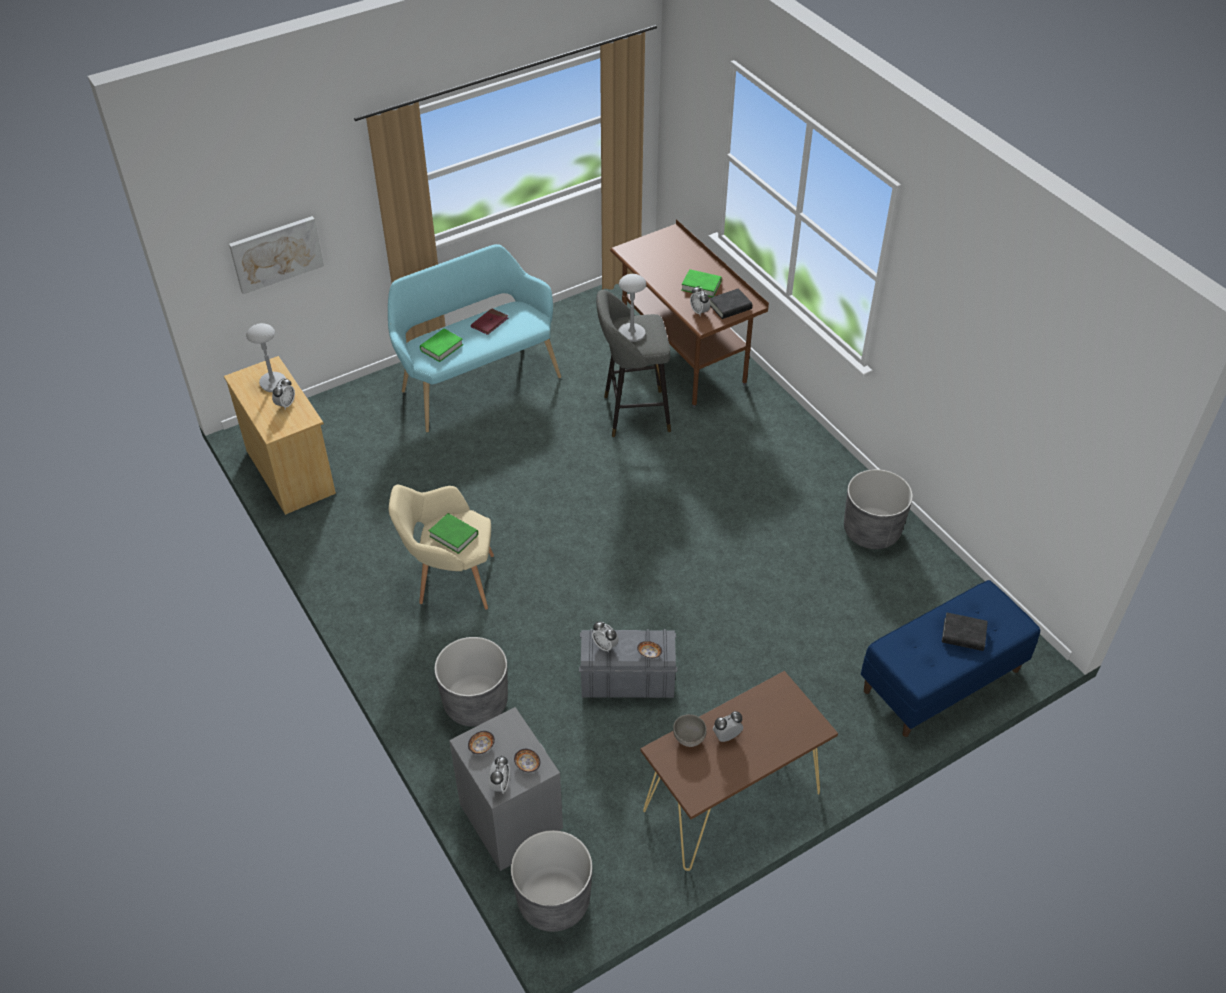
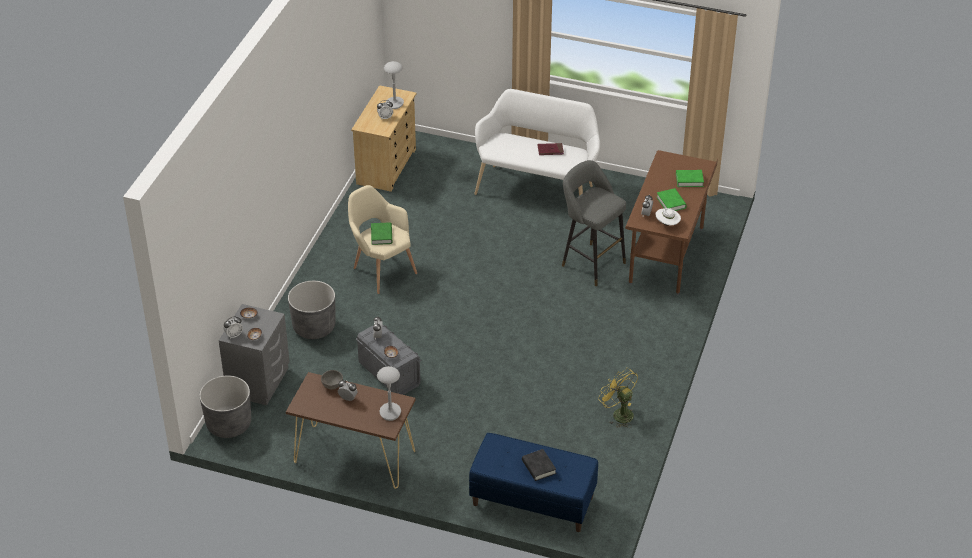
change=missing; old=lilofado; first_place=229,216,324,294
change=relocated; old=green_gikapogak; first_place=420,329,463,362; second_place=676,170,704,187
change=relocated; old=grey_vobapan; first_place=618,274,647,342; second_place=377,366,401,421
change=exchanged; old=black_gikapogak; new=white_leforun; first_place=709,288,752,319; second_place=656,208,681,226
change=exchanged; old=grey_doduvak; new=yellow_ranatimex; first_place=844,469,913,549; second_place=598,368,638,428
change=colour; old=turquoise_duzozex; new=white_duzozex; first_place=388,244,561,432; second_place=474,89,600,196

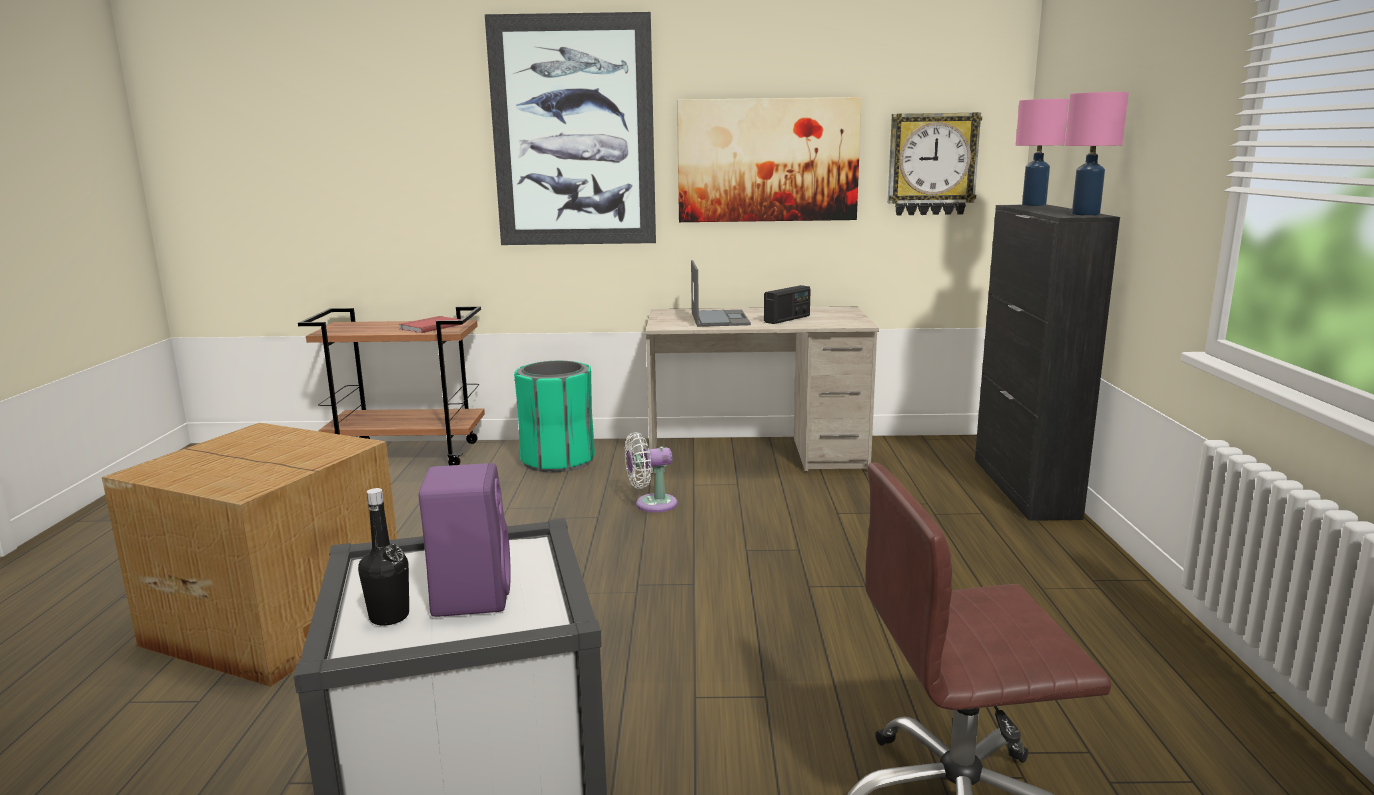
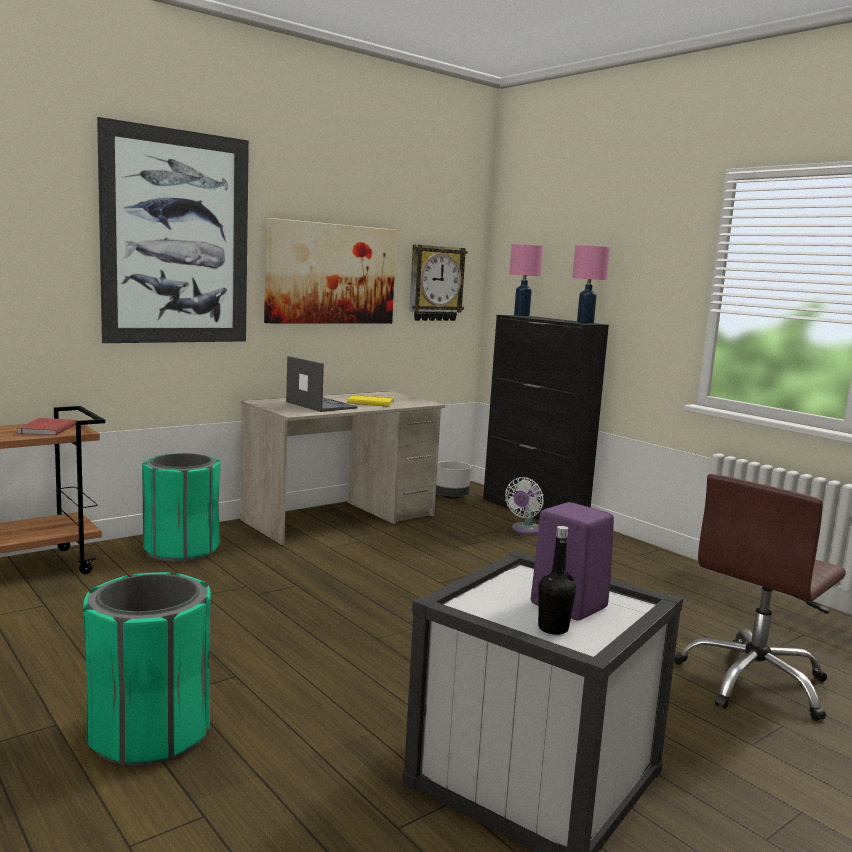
change=appeared; new=grey_doduvak; second_place=436,461,471,499
change=relocated; old=white_ranatimex; first_place=625,432,677,512; second_place=505,477,544,534
change=exchanged; old=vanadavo; new=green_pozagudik; first_place=102,423,397,687; second_place=83,572,211,766
change=exchanged; old=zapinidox; new=yellow_gikapogak; first_place=764,285,811,324; second_place=347,395,394,407

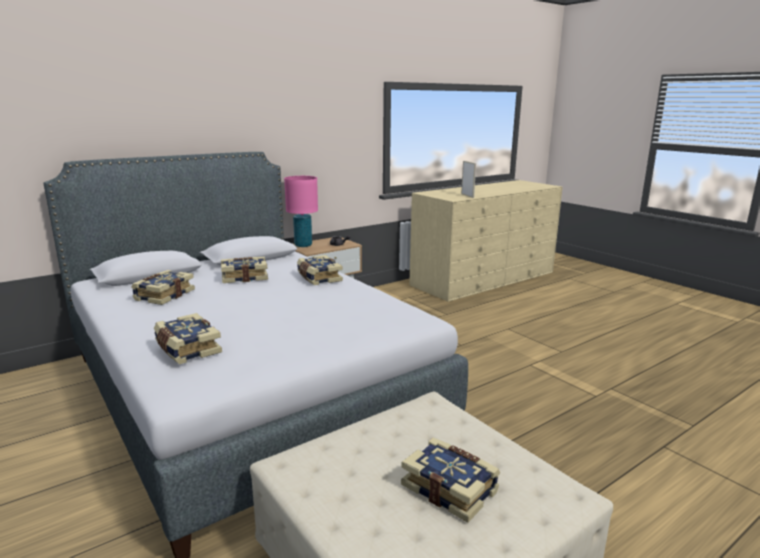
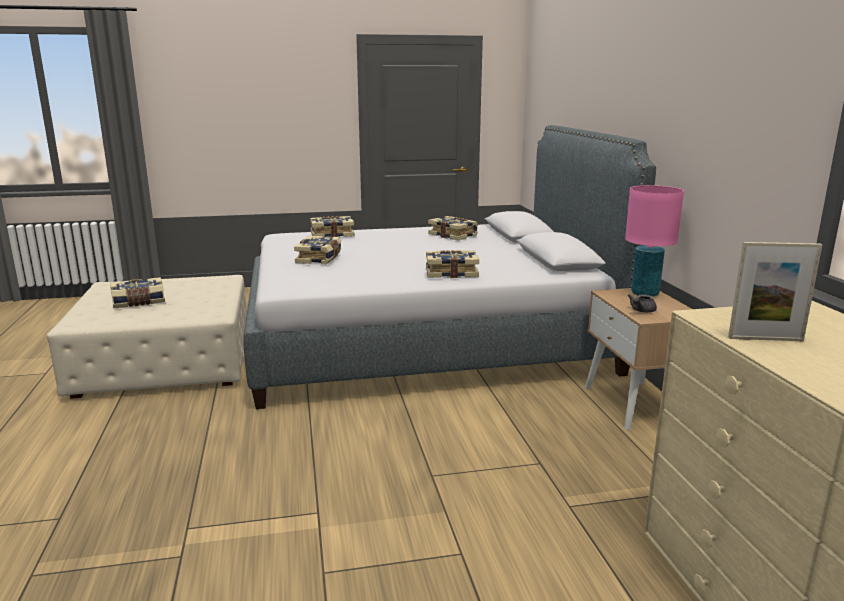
change=relocated; old=gikapogak; first_place=221,257,268,283; second_place=294,236,341,264

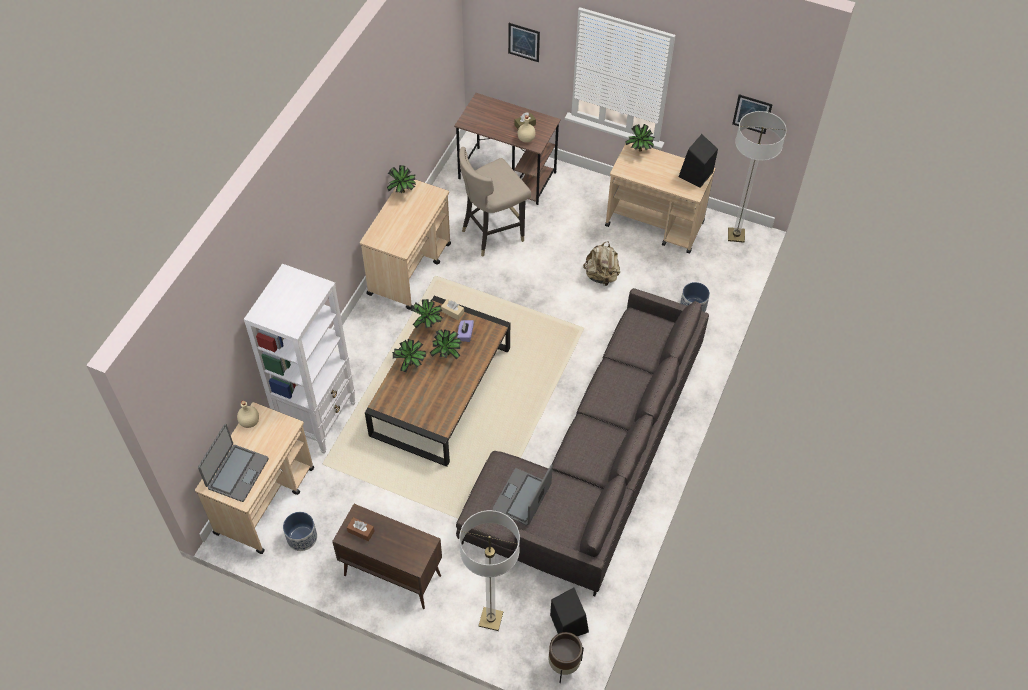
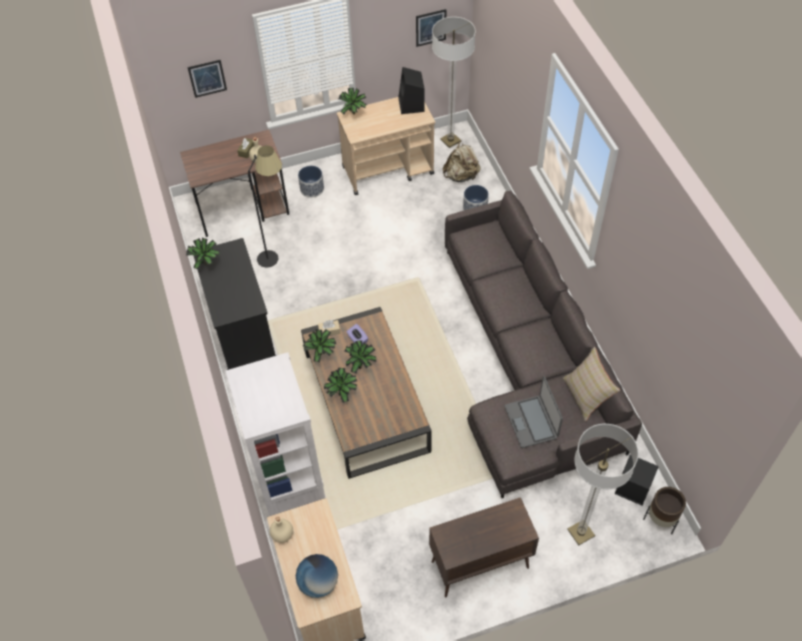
change=missing; old=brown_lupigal; first_place=347,517,374,541
change=appeared; new=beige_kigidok; second_place=563,347,620,422
change=relocated; old=doduvak; first_place=283,512,317,551; second_place=298,166,324,198
change=relocated; old=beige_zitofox; first_place=583,242,620,286; second_place=443,141,481,182
change=exchanged; old=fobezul; new=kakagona; first_place=198,424,269,502; second_place=296,554,338,598
change=exchanged; old=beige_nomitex; new=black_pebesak; first_place=459,147,531,256; second_place=248,145,282,268
change=colour; old=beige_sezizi; new=black_sezizi; first_place=360,179,451,310; second_place=193,238,276,370

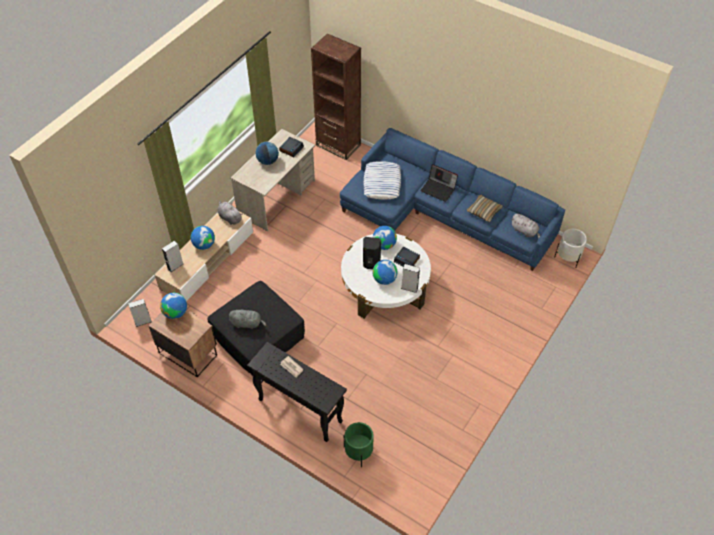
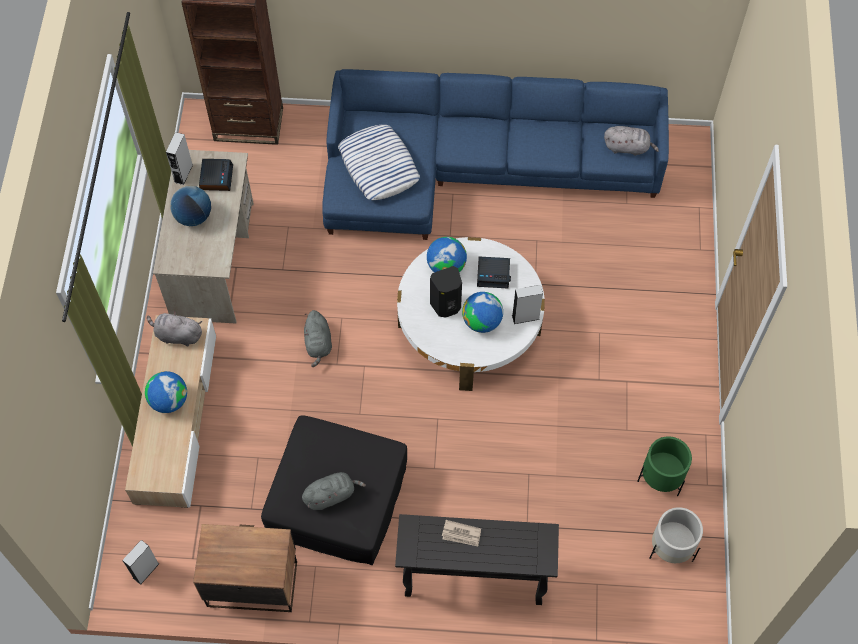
change=missing; old=kakagona; first_place=160,293,187,319
change=missing; old=fobezul; first_place=420,164,458,202
change=missing; old=kigidok; first_place=467,195,503,222
change=appeared; new=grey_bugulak; second_place=304,310,332,367
change=relocated; old=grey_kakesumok; first_place=162,241,183,272; second_place=166,132,193,185
change=relocated; old=green_doduvak; first_place=344,422,374,468; second_place=637,436,692,496
change=relocated; old=white_doduvak; first_place=554,229,587,268; second_place=650,507,703,563

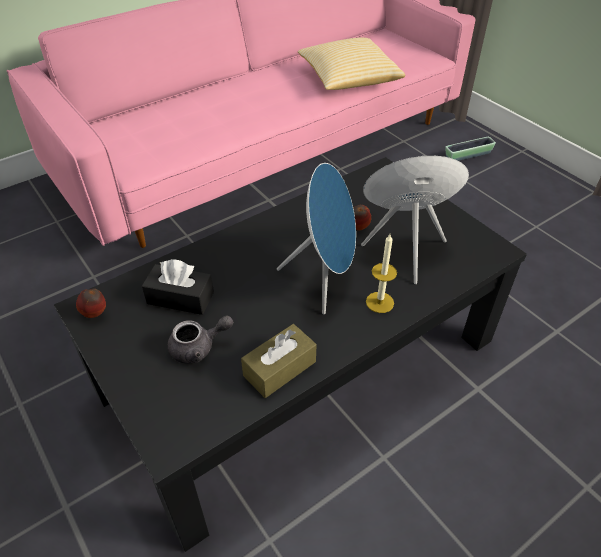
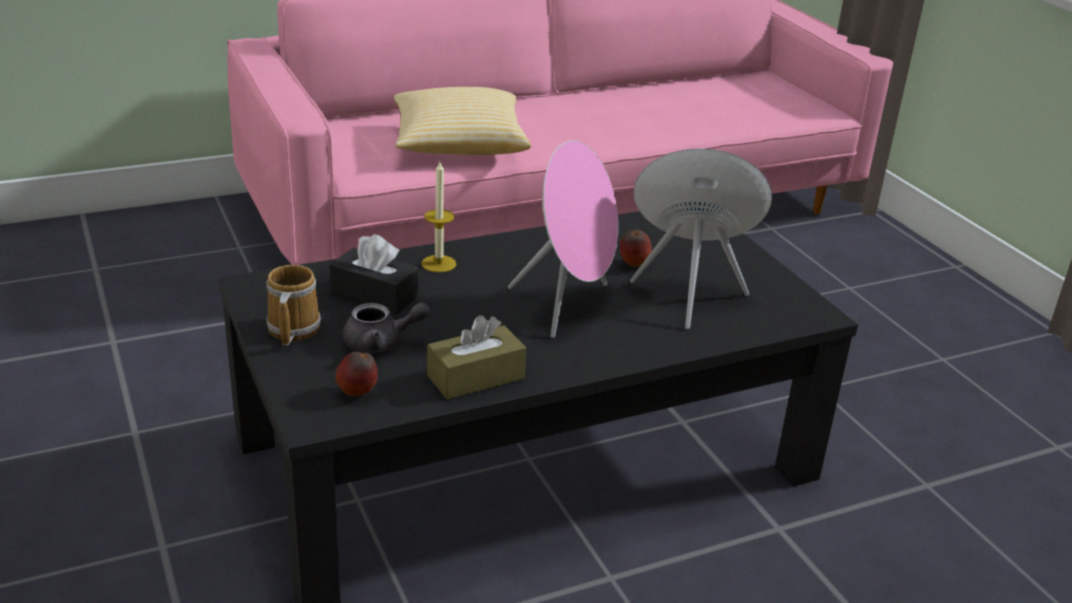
change=missing; old=doduvak; first_place=445,137,496,161
change=appeared; new=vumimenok; second_place=266,265,321,345
change=relocated; old=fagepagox; first_place=76,288,106,318; second_place=336,352,378,396
change=relocated; old=kigidok; first_place=298,38,405,90; second_place=394,87,531,155
change=relocated; old=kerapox; first_place=366,234,397,313; second_place=421,161,456,273
change=colour; old=blue_kakesumok; new=pink_kakesumok; first_place=277,163,356,314; second_place=508,140,618,338

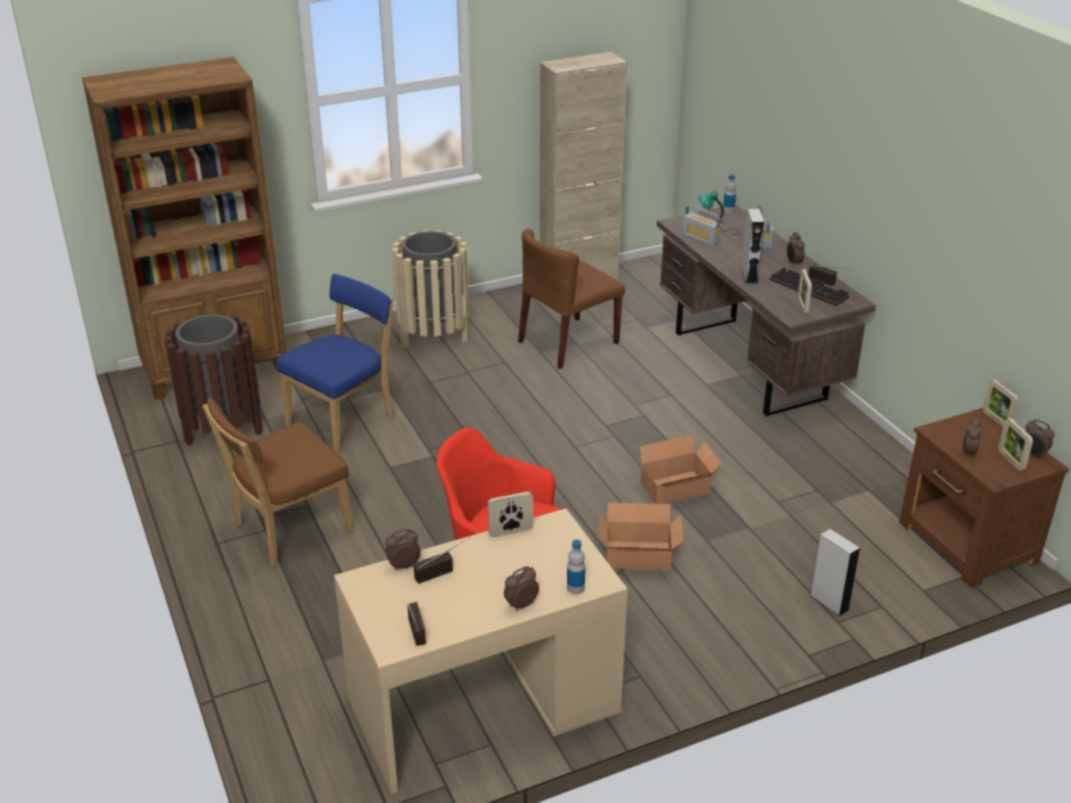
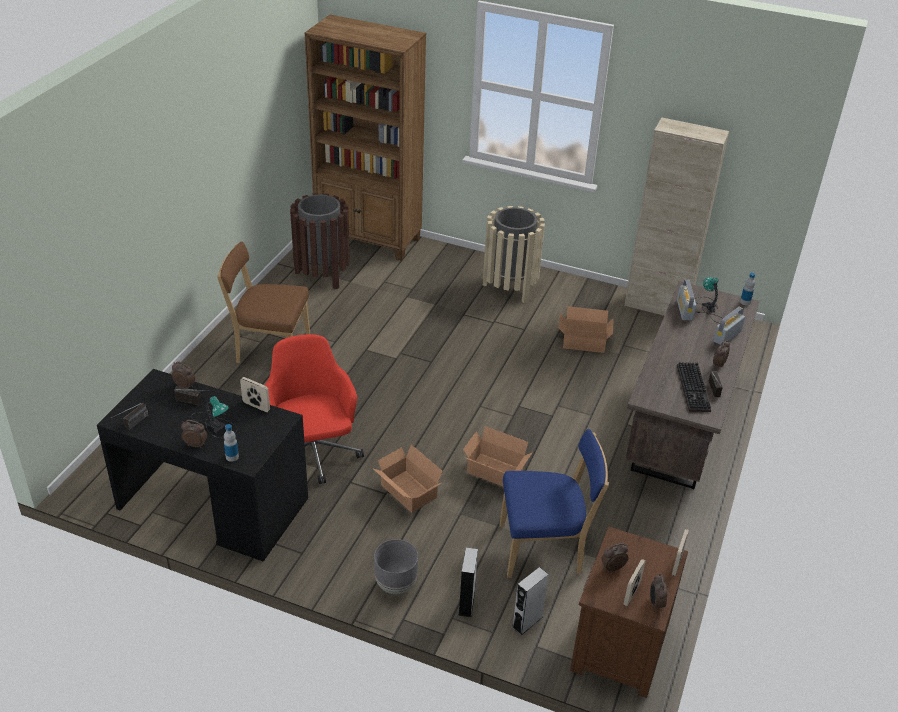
change=missing; old=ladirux; first_place=798,269,812,314
change=appeared; new=vobapan; second_place=191,396,238,438
change=appeared; new=grey_doduvak; second_place=374,539,418,594
change=relocated; old=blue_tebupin; first_place=276,274,394,453; second_place=500,429,609,578
change=relocated; old=grey_kakesumok; first_place=741,208,765,283; second_place=512,567,549,635
change=exchanged; old=brown_tebupin; new=vanadavo; first_place=518,229,625,369; second_place=559,306,614,353
change=colour; old=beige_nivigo; new=black_nivigo; first_place=334,508,628,794; second_place=97,369,308,562

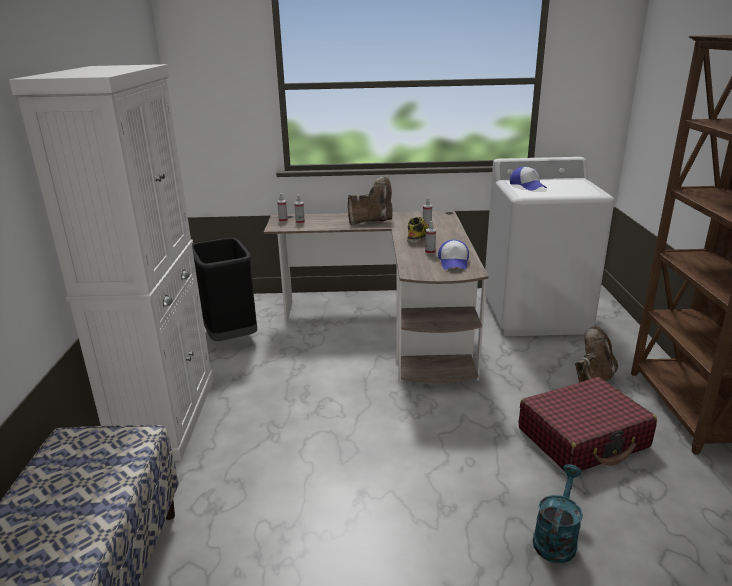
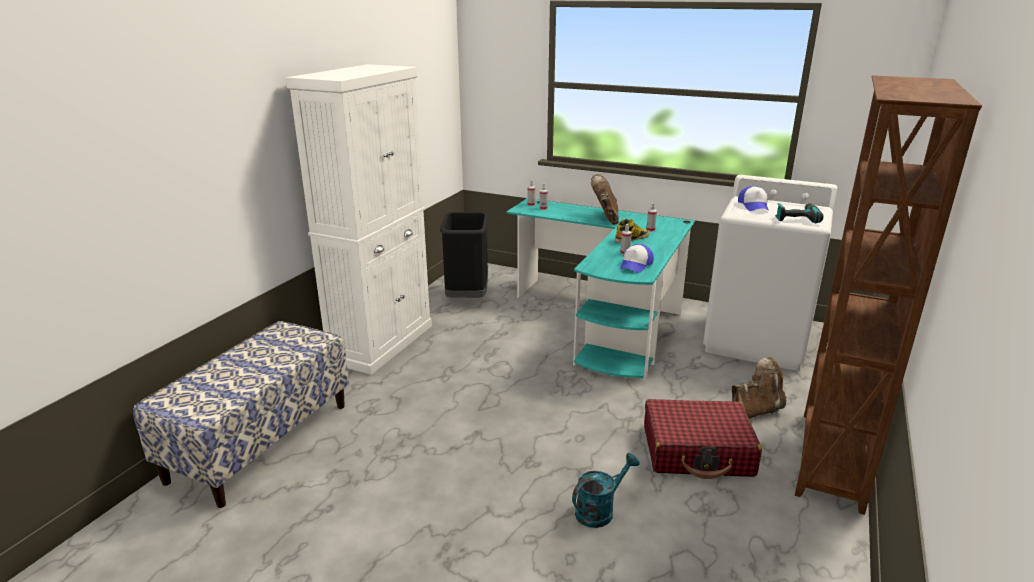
change=appeared; new=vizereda; second_place=775,203,824,223
change=colour; old=brown_nivigo; new=turquoise_nivigo; first_place=264,211,488,383; second_place=506,198,695,382
change=spun; old=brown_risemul; first_place=348,176,393,225; second_place=591,174,619,225; degrees=-105

